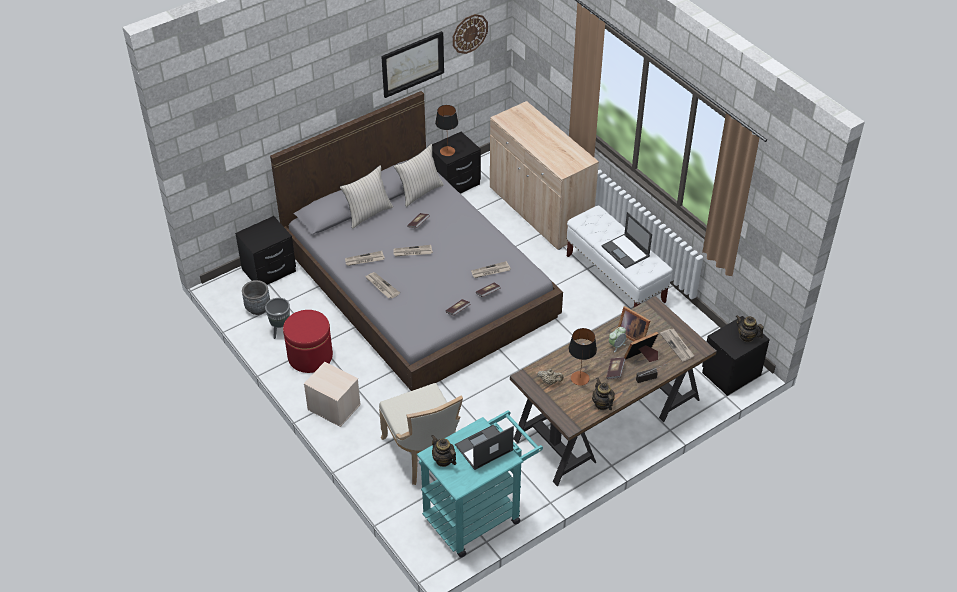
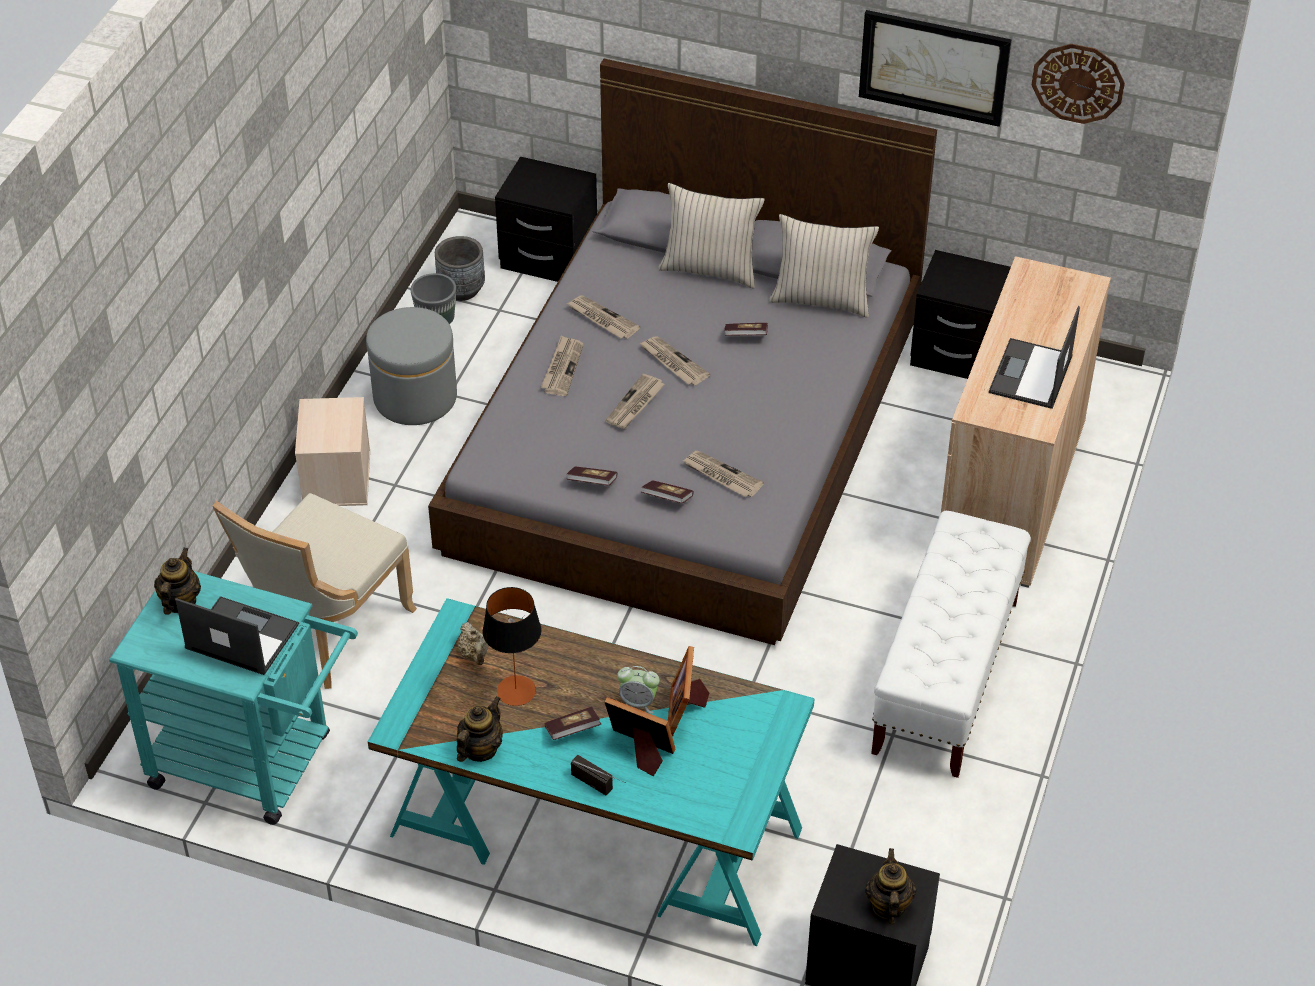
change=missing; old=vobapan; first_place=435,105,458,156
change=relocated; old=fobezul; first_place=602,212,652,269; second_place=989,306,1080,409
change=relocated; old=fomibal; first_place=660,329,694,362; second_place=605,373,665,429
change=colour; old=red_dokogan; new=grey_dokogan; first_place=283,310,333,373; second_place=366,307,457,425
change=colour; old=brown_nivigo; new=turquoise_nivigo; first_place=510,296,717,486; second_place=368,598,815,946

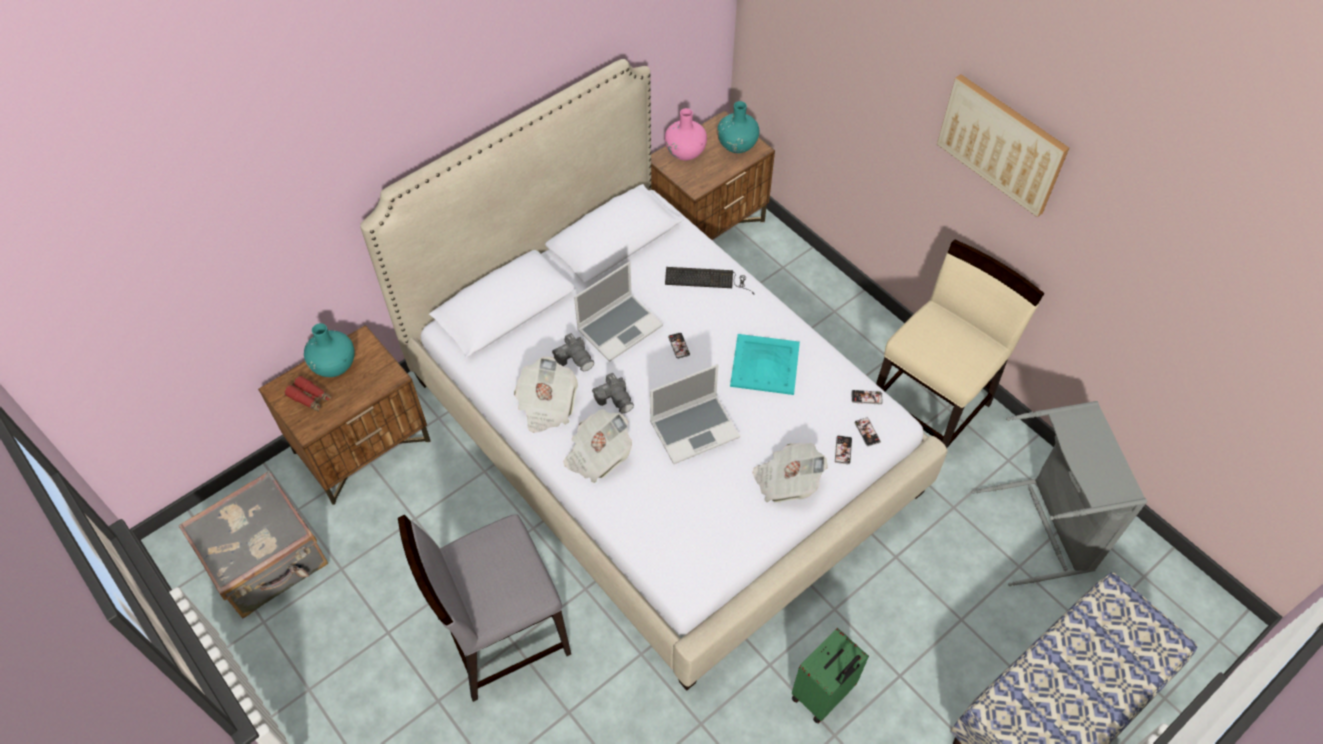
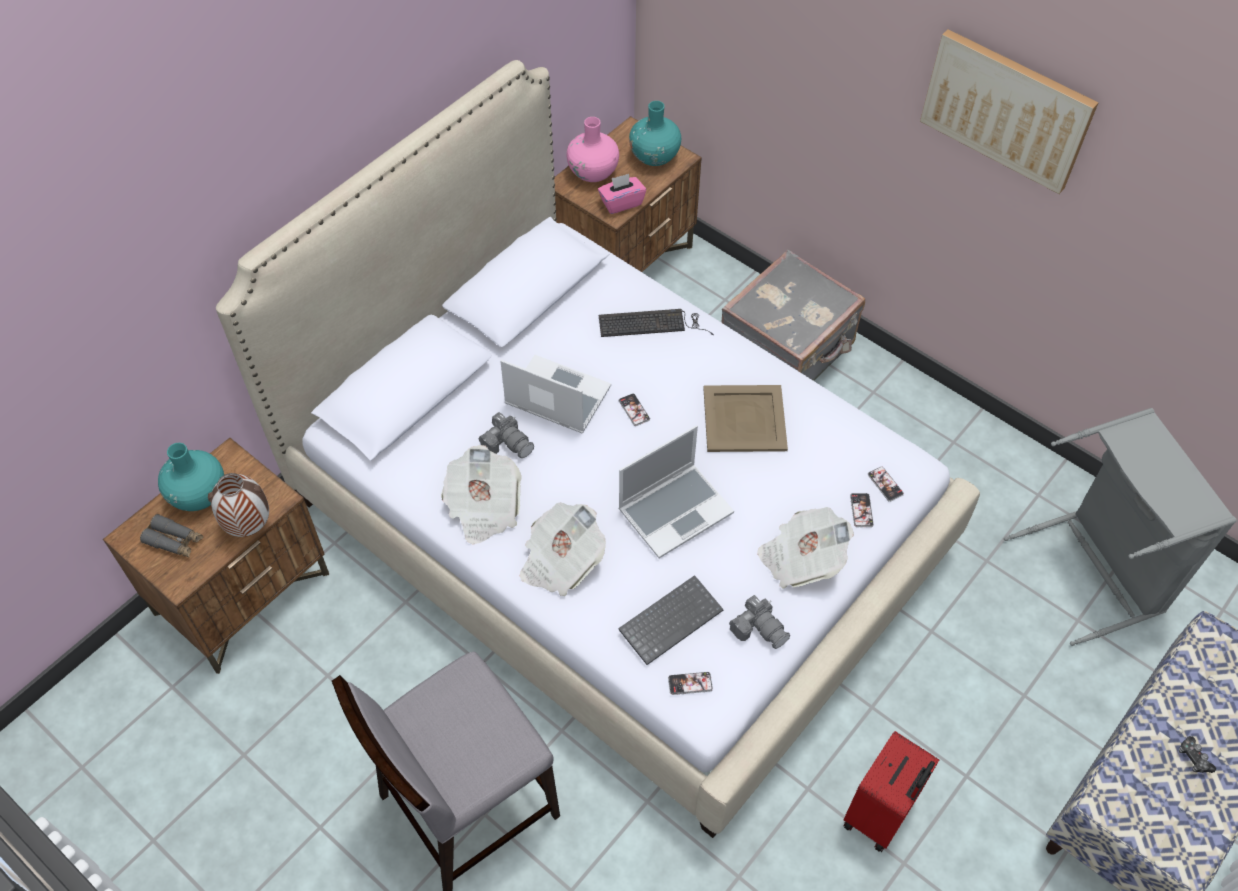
change=missing; old=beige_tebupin; first_place=876,239,1044,448
change=appeared; new=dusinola; second_place=208,473,269,537
change=appeared; new=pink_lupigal; second_place=598,174,646,214
change=appeared; new=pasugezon; second_place=618,575,724,665
change=appeared; new=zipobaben; second_place=1179,736,1216,773
change=relocated; old=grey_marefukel; first_place=178,471,328,618; second_place=722,250,865,381
change=relocated; old=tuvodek; first_place=592,373,634,413; second_place=729,595,790,649
change=relocated; old=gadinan; first_place=851,390,883,404; second_place=668,672,713,695
change=colour; old=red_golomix; new=grey_golomix; first_place=285,376,331,412; second_place=140,514,203,557
change=colour; old=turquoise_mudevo; new=beige_mudevo; first_place=730,334,800,395; second_place=703,385,788,452
change=colour; old=green_marefukel; new=red_marefukel; first_place=792,628,869,723; second_place=843,731,939,852
change=spun; old=fobezul; first_place=574,261,663,362; second_place=500,355,611,434; degrees=-105

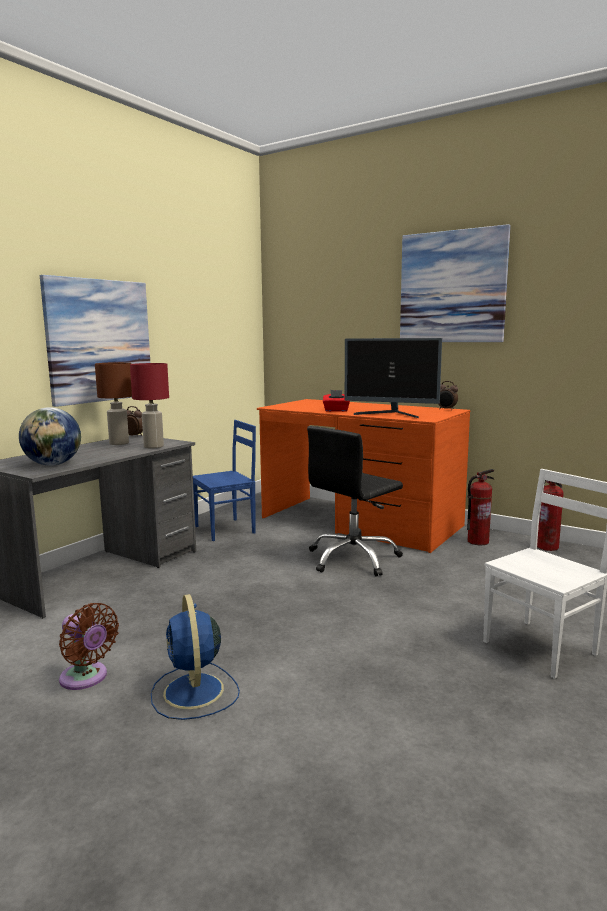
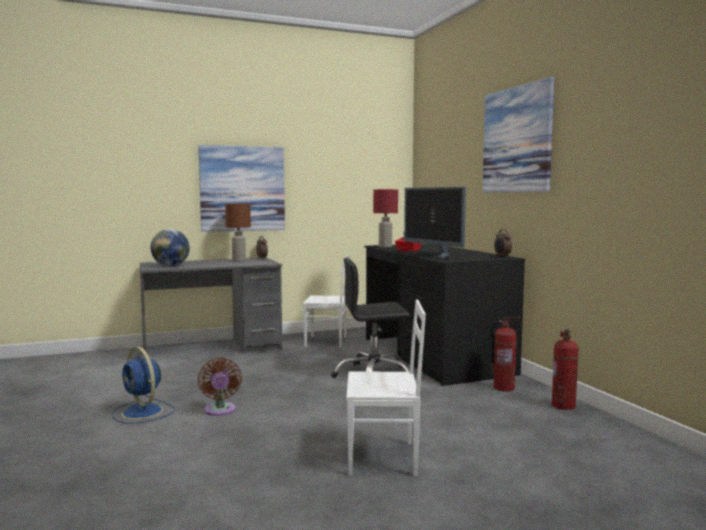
change=relocated; old=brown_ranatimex; first_place=59,603,119,690; second_place=197,358,242,416
change=relocated; old=red_vobapan; first_place=130,363,169,448; second_place=373,189,398,247
change=colour; old=blue_tebupin; new=white_tebupin; first_place=193,420,256,541; second_place=303,254,349,348
change=colour; old=orange_nivigo; new=black_nivigo; first_place=257,399,470,553; second_place=364,244,525,386
change=spun; old=blue_ranatimex; first_place=151,594,240,720; second_place=112,347,175,424; degrees=-60

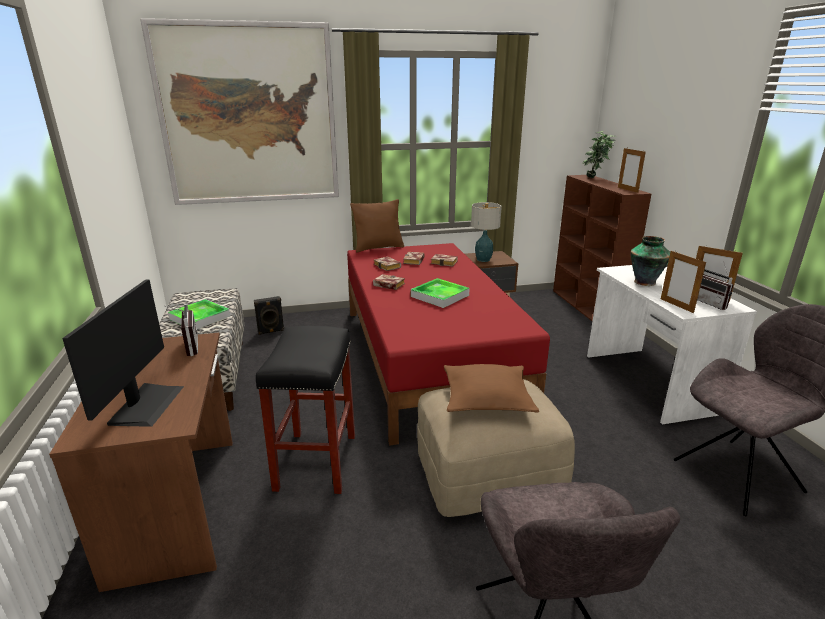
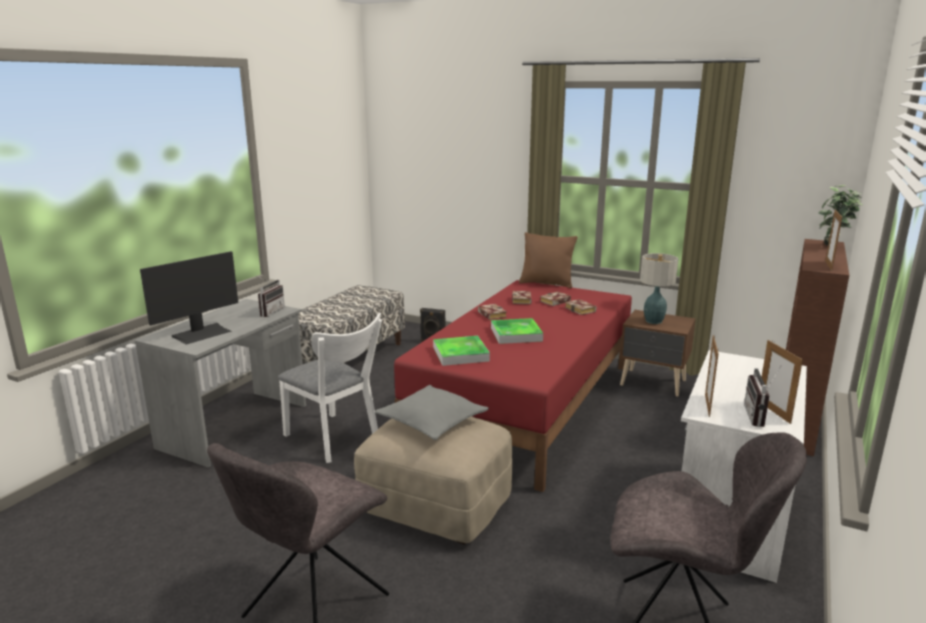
change=missing; old=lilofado; first_place=140,18,339,205
change=missing; old=dusinola; first_place=631,236,670,286
change=relocated; old=mudevo; first_place=168,299,230,329; second_place=433,336,490,366
change=exchanged; old=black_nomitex; new=white_tebupin; first_place=256,326,355,494; second_place=278,313,382,463
change=colour; old=brown_nivigo; new=grey_nivigo; first_place=49,333,233,592; second_place=135,299,306,467
change=colour; old=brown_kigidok; new=grey_kigidok; first_place=444,364,539,413; second_place=375,385,489,440

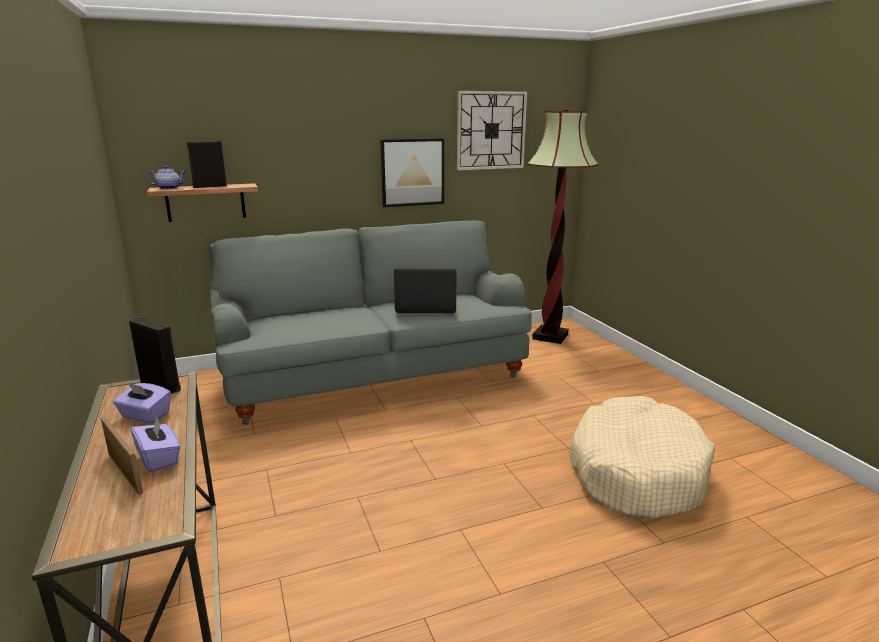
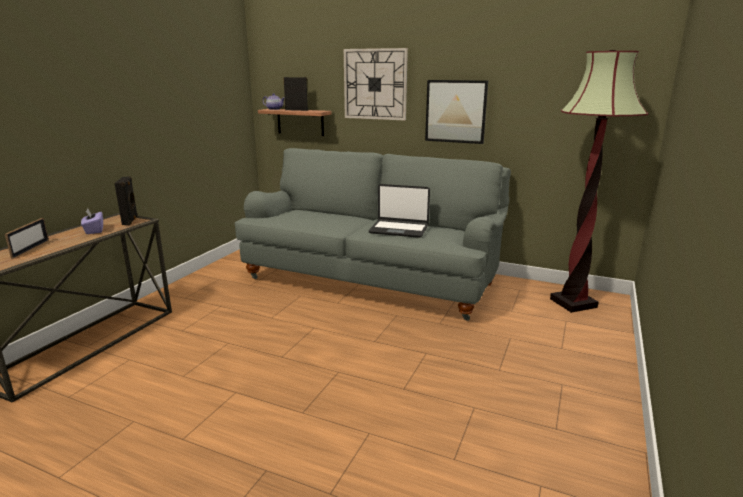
change=missing; old=purple_lupigal; first_place=131,415,180,473
change=missing; old=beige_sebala; first_place=569,396,715,519
change=relocated; old=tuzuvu; first_place=457,91,527,170; second_place=344,48,408,121
change=spun; old=fobezul; first_place=394,267,457,313; second_place=368,184,430,238; degrees=150

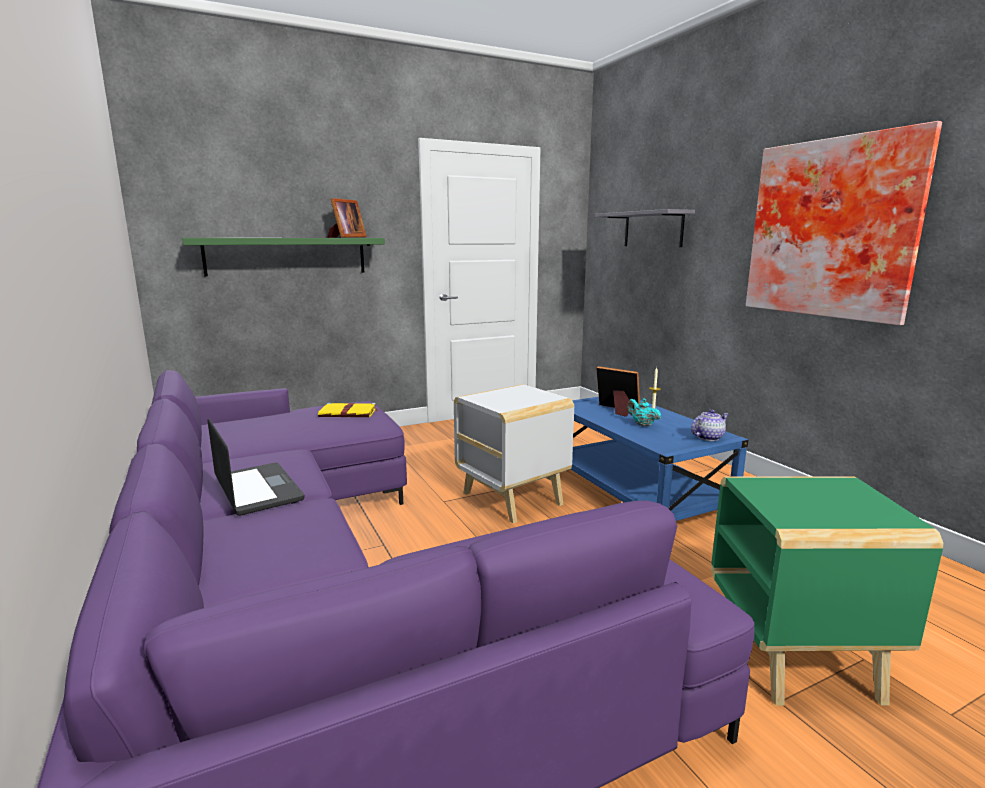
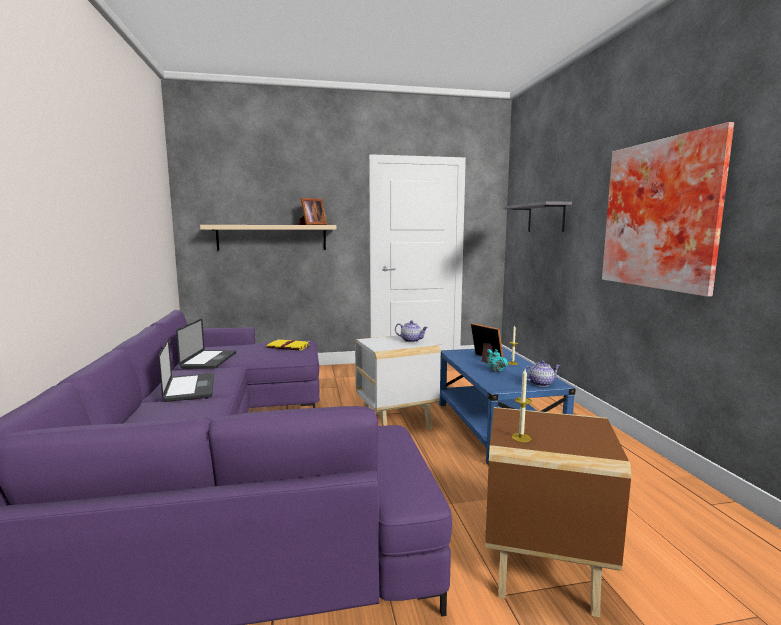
change=appeared; new=fobezul; second_place=176,319,236,369
change=appeared; new=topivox; second_place=395,320,428,342
change=appeared; new=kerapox; second_place=511,369,532,442
change=colour; old=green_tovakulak; new=beige_tovakulak; first_place=182,238,385,277; second_place=200,225,336,251
change=colour; old=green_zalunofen; new=brown_zalunofen; first_place=711,476,943,706; second_place=485,407,631,617

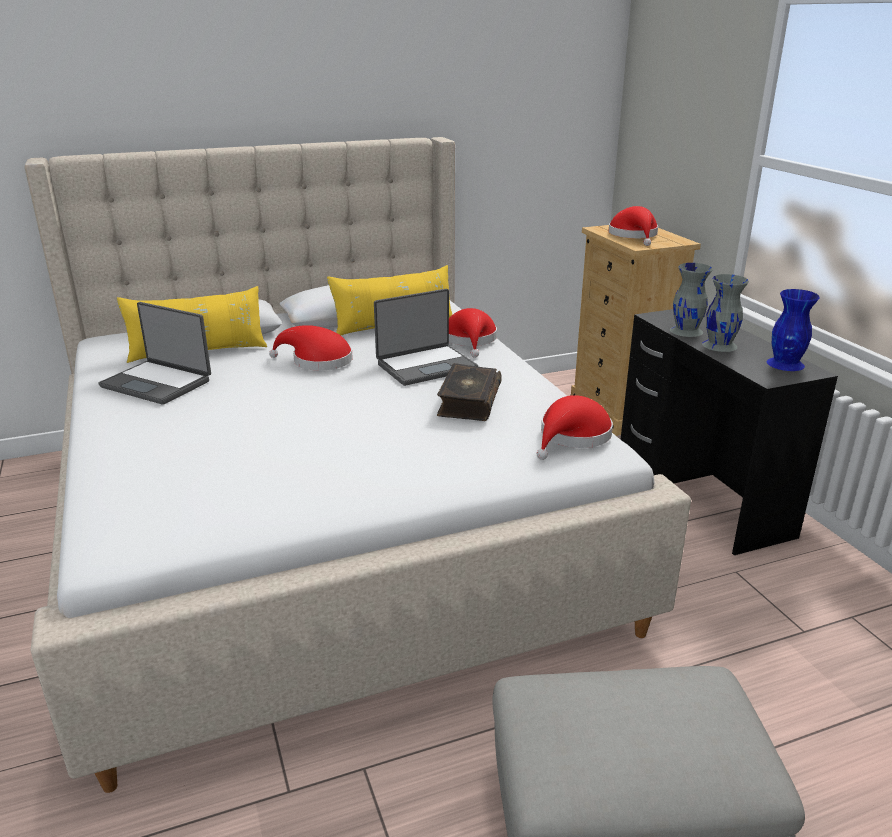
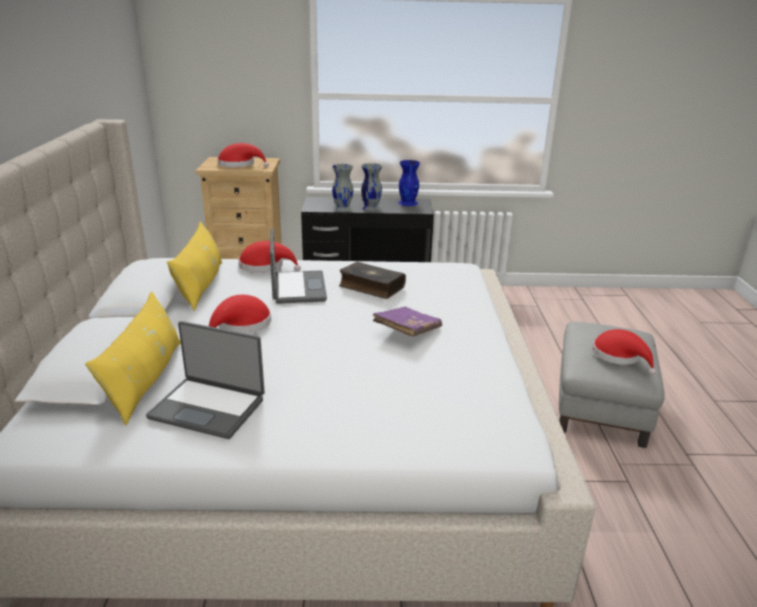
change=appeared; new=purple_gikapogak; second_place=373,307,442,337
change=relocated; old=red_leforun; first_place=537,395,613,460; second_place=592,329,656,375
change=spun; old=fobezul; first_place=98,302,211,405; second_place=146,321,265,439; degrees=60

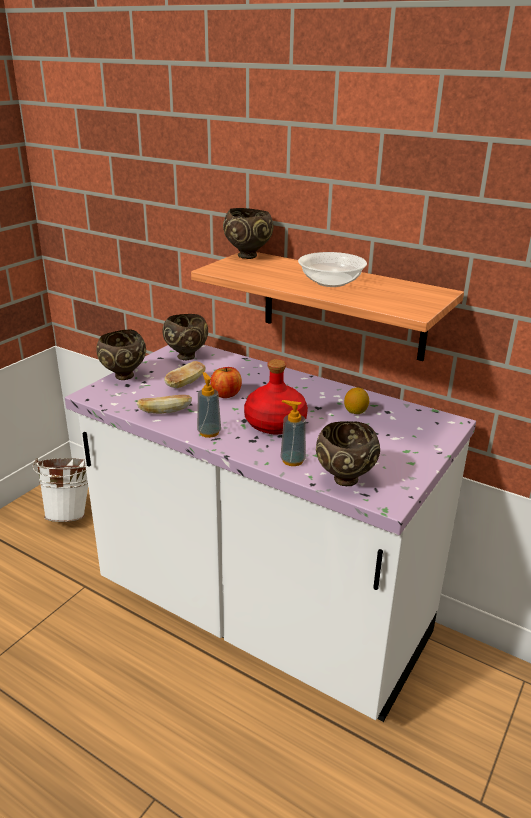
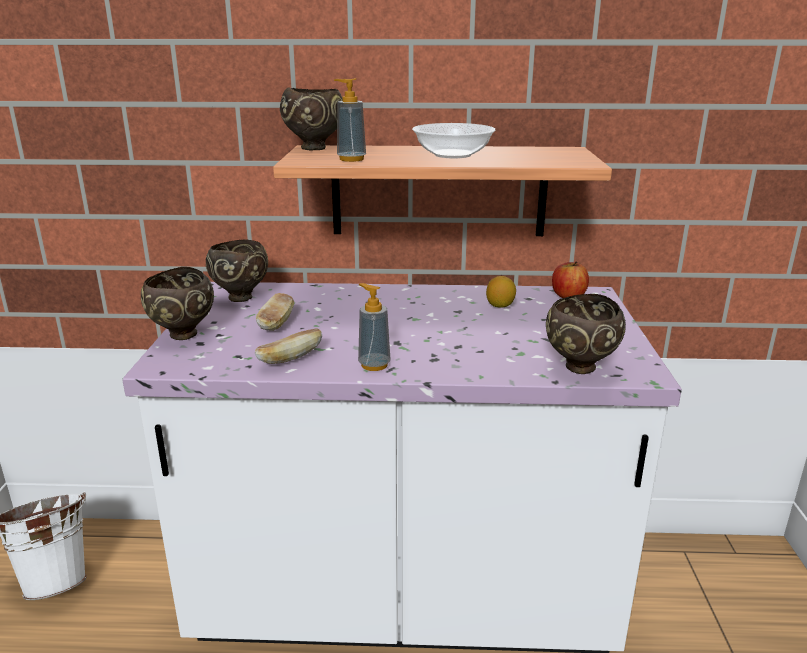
change=missing; old=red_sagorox; first_place=244,359,308,434
change=relocated; old=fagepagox; first_place=210,367,242,398; second_place=552,261,589,298
change=relocated; old=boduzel; first_place=280,400,306,466; second_place=334,78,366,162

